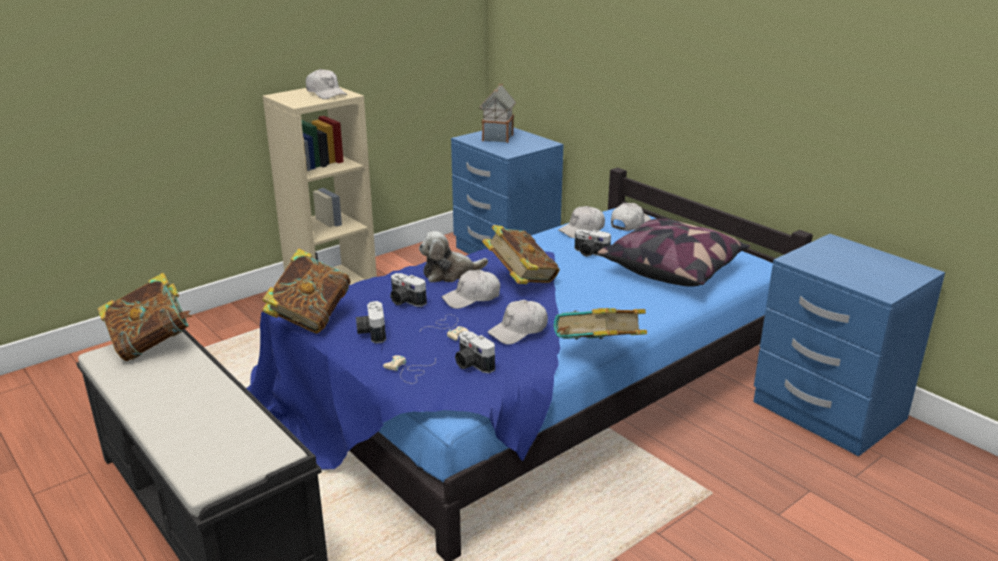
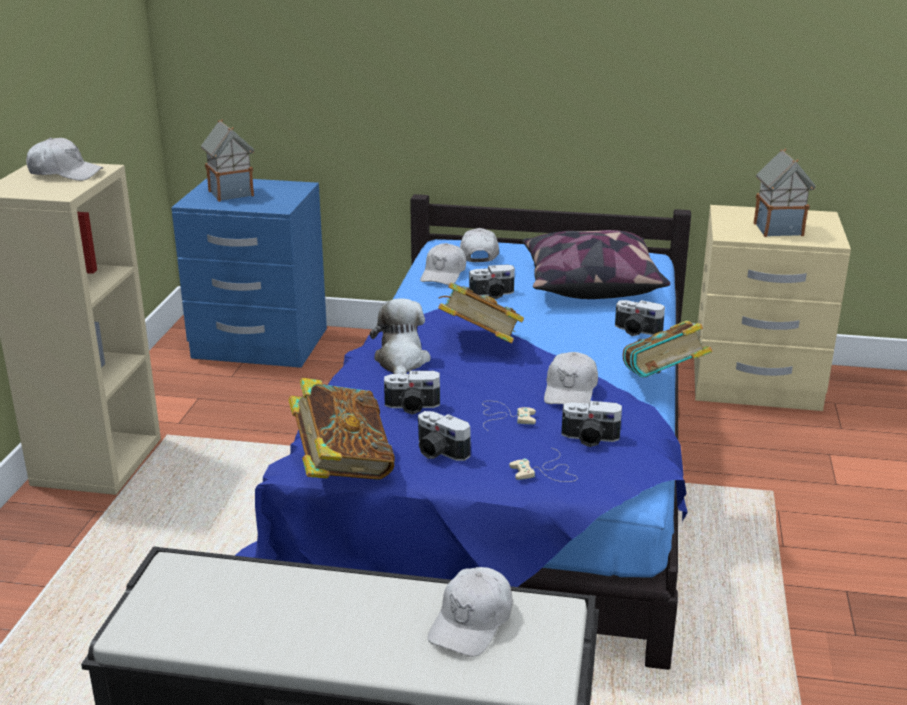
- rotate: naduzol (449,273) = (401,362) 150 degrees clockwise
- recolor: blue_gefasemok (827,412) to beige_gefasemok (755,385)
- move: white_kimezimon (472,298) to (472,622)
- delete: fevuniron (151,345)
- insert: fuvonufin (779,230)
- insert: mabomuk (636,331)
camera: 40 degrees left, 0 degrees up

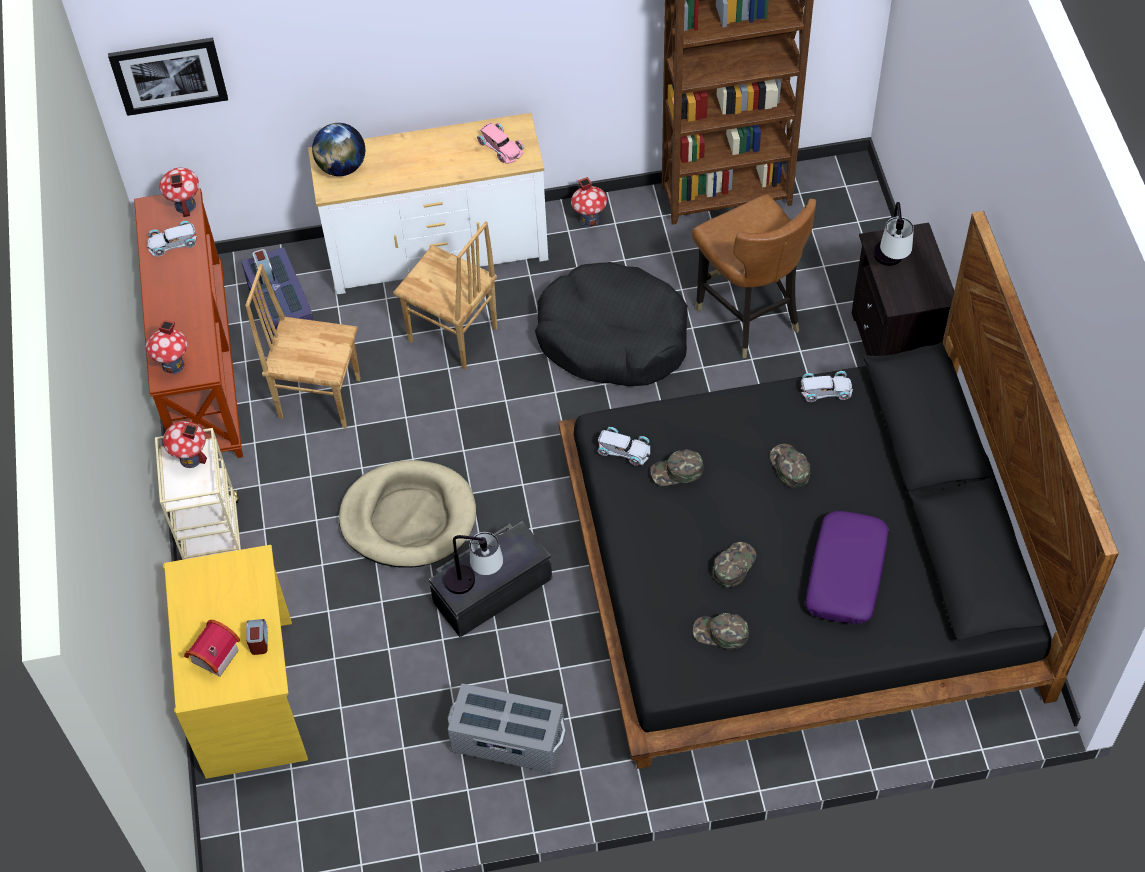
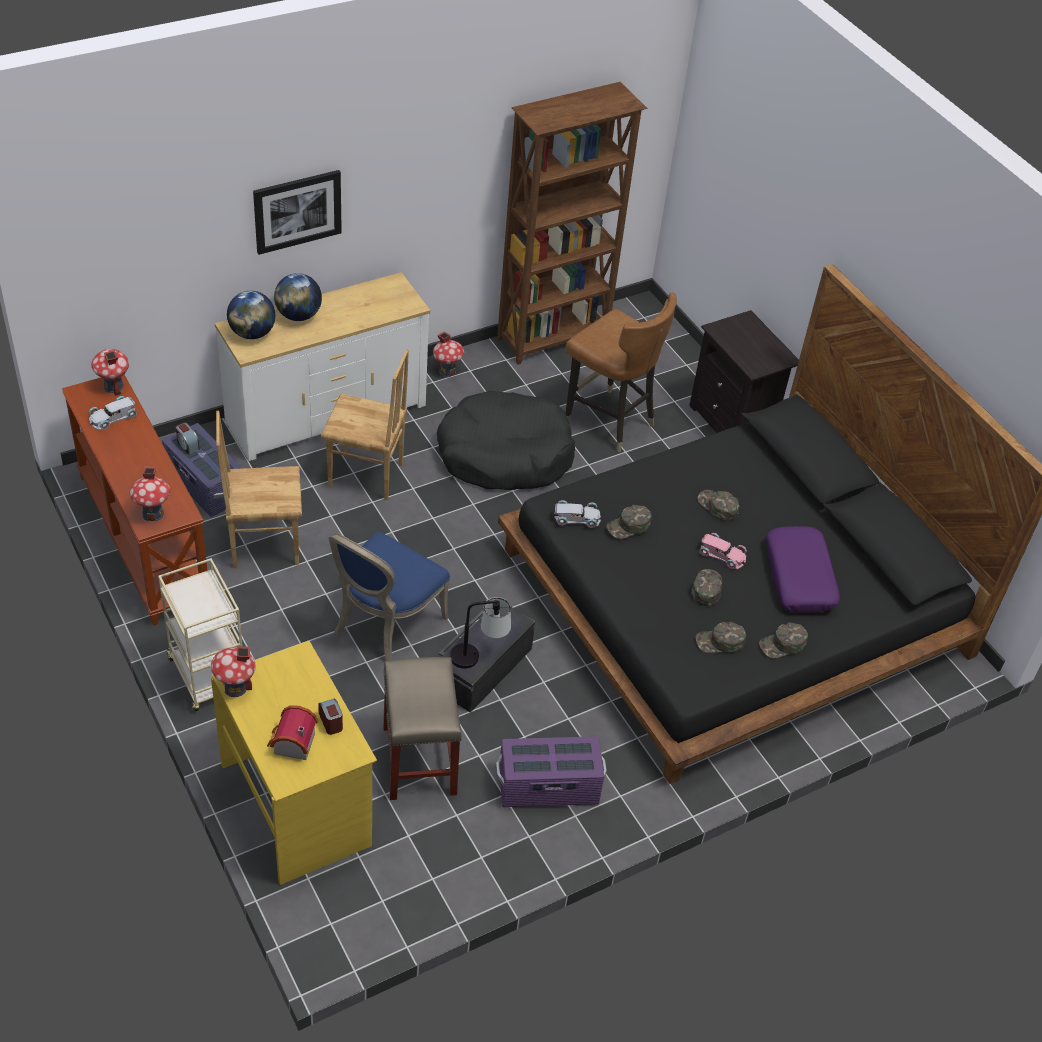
- move: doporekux (169,75) to (297,211)
- move: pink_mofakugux (500,147) to (722,555)
- delete: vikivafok (890,265)
- delete: white_mofakugux (826,390)
- move: fuvonufin (191,458) to (235,688)
- replace: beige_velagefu (408,517) to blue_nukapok (385,625)
- recolor: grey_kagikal (508,740) to purple_kagikal (548,787)
- insert: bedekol (298,315)
- insert: green_kimezimon (782,644)
- insert: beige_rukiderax (420,761)
camera: 25 degrees left, 10 degrees down

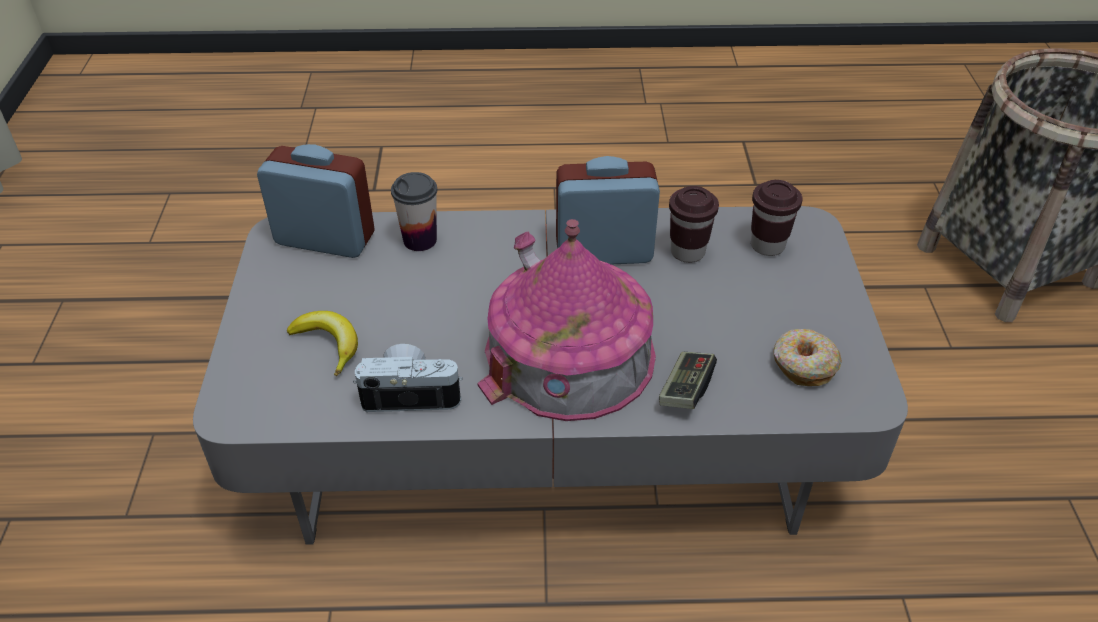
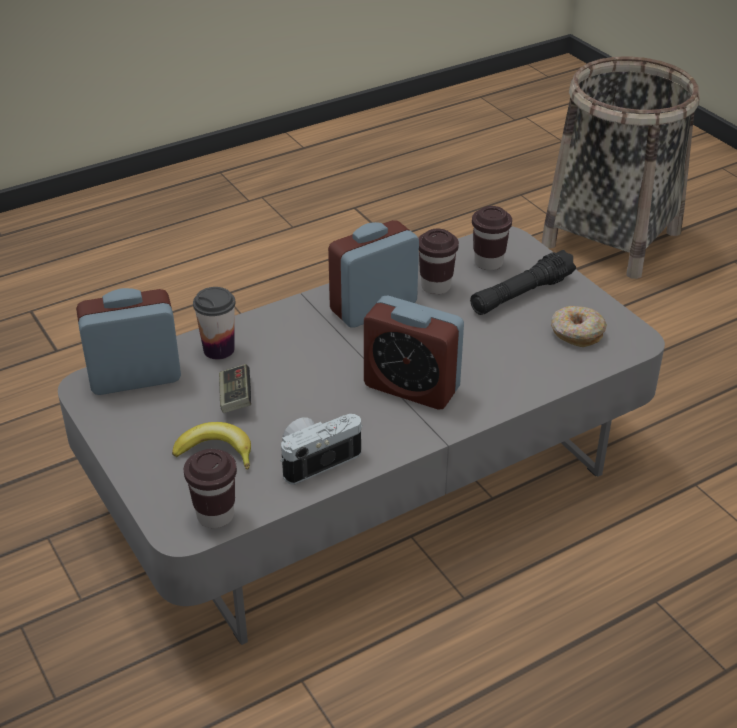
- replace: fuvonufin (569,354) to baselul (411,387)
- move: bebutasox (686,389) to (235,398)
- insert: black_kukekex (521,294)
- insert: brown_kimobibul (215,516)
camera: 30 degrees left, 5 degrees down

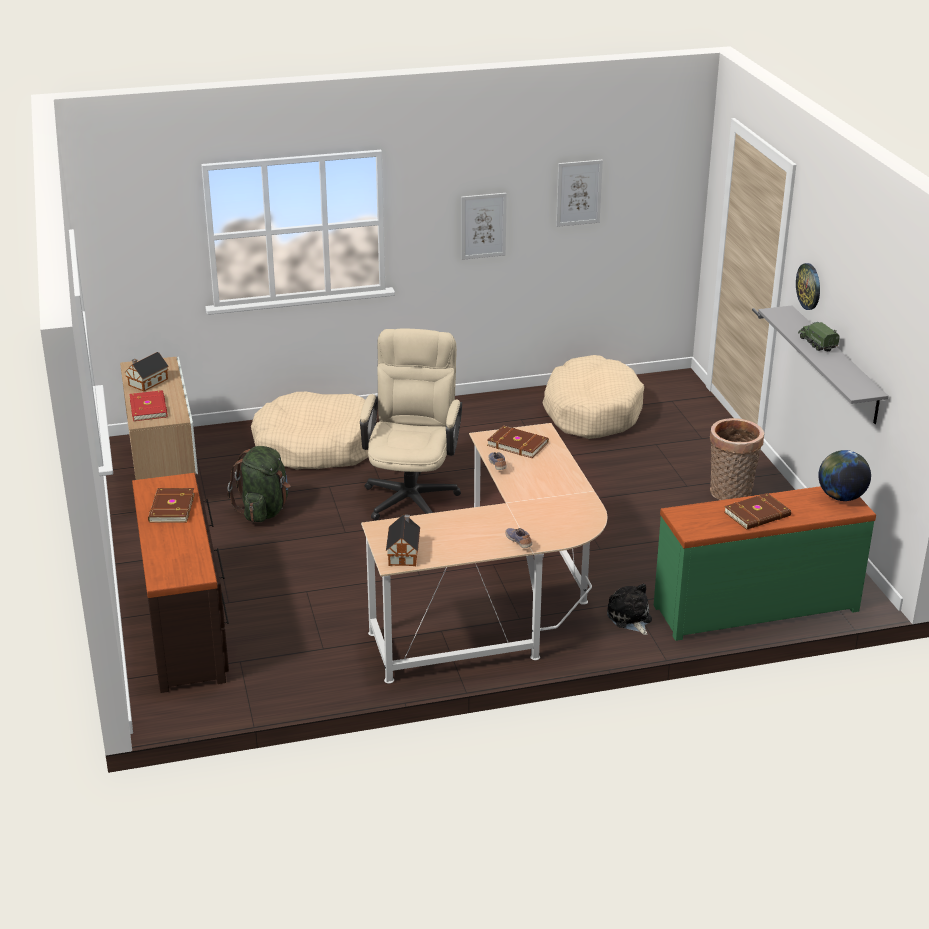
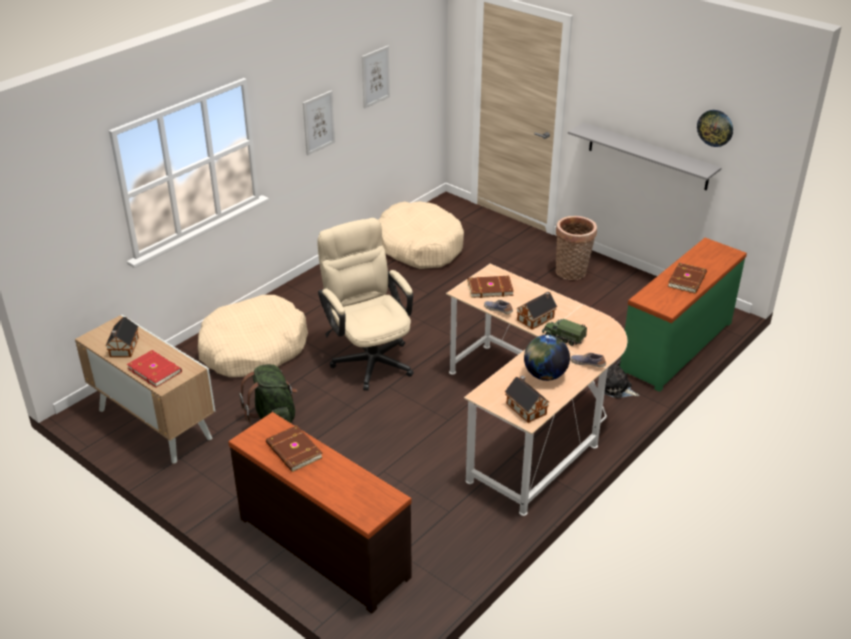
- move: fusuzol (809,286) to (715,128)
- move: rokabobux (817,343) to (563,337)
- move: bedekol (840,497) to (544,375)
- insert: fuvonufin (537,318)
camera: 35 degrees left, 5 degrees up

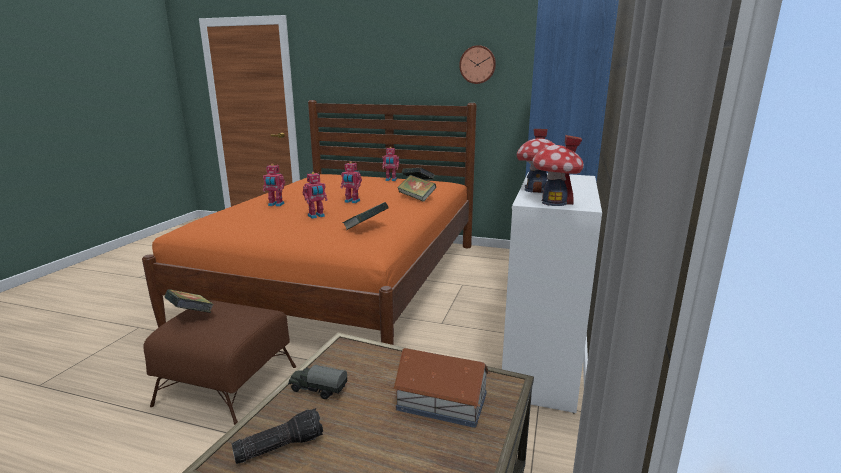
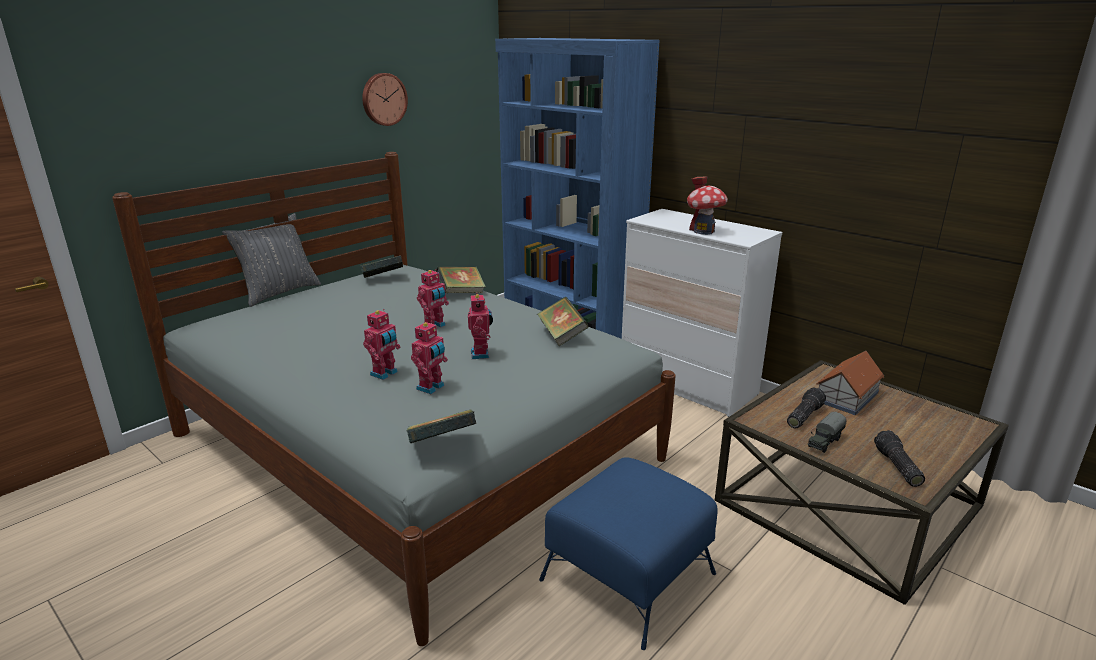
- recolor: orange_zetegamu (344,280) to grey_zetegamu (413,447)
- delete: fuvonufin (554,202)
- move: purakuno (391,180) to (431,388)
- move: fevuniron (191,315) to (443,444)
- recolor: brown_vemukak (228,385) to blue_vemukak (629,576)
- insert: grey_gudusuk (279,293)
- insert: kukekex (803,415)
camera: 65 degrees left, 5 degrees up

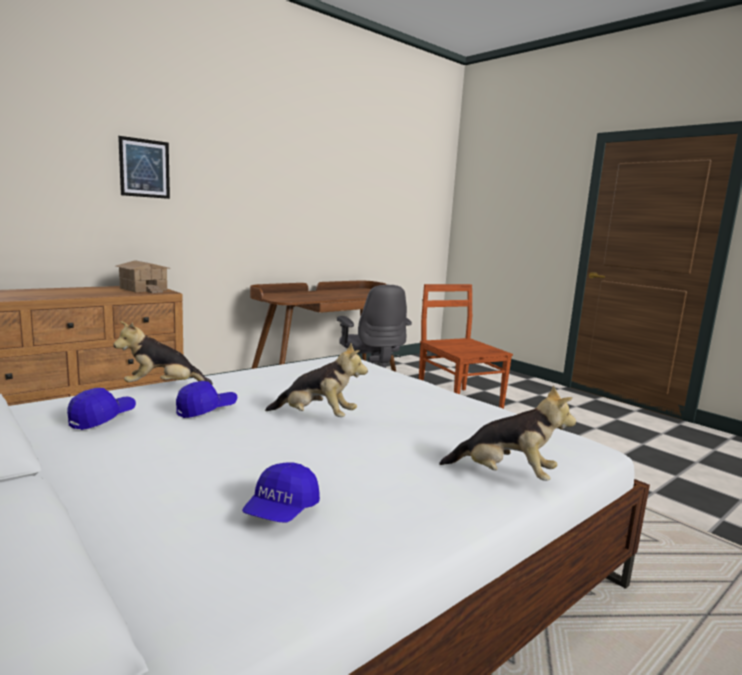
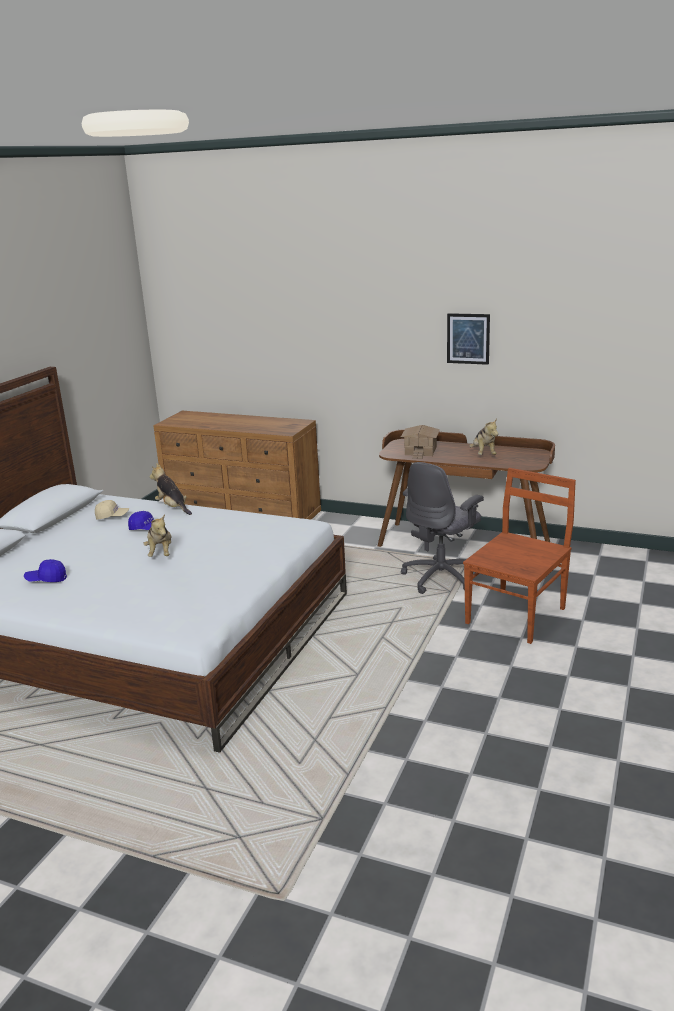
- move: doporekux (144,168) to (468,338)
- move: fuvonufin (144,289) to (421,451)
- move: naduzol (505,476) to (483,454)
- recolor: blue_kimezimon (102,419) to beige_kimezimon (112,516)
camera: 65 degrees right, 10 degrees up

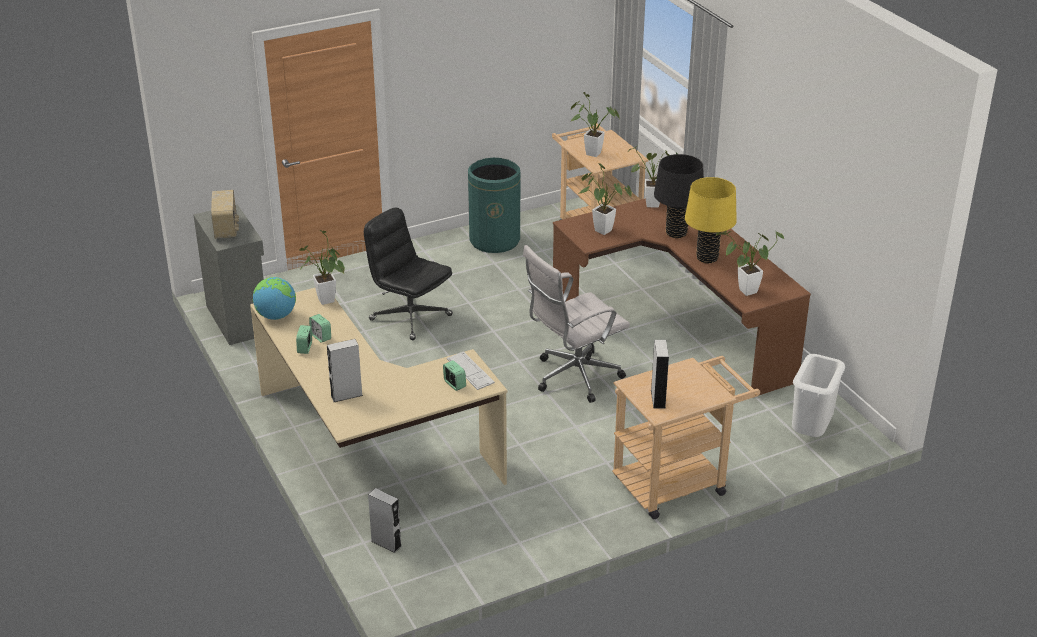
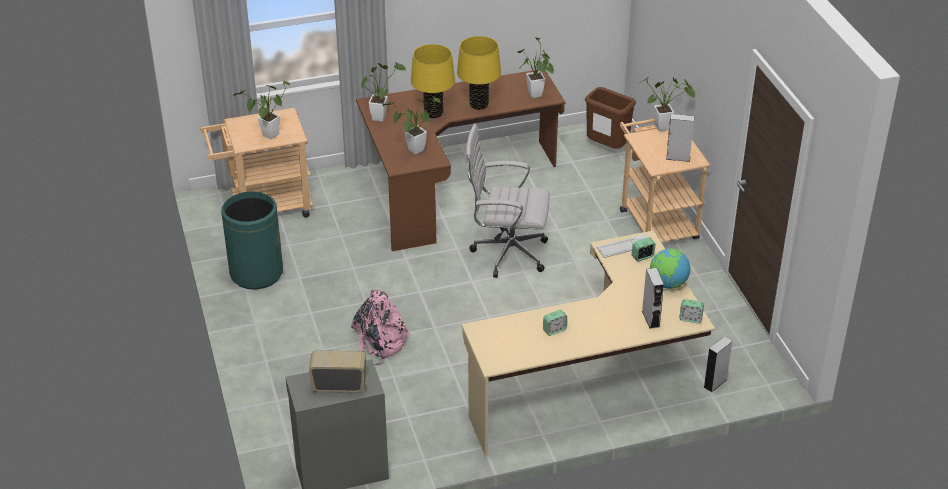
- recolor: black_vikivafok (676,233) to yellow_vikivafok (433,113)
- replace: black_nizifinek (409,317) to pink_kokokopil (379,343)
- move: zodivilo (327,302) to (665,127)
- rotate: white_nizifinek (573,377) = (506,253) 120 degrees clockwise
- move: bedekol (276,316) to (668,284)
- move: baselul (305,348) to (690,318)
- recolor: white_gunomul (810,433) to brown_gunomul (606,148)
camera: 80 degrees left, 5 degrees up

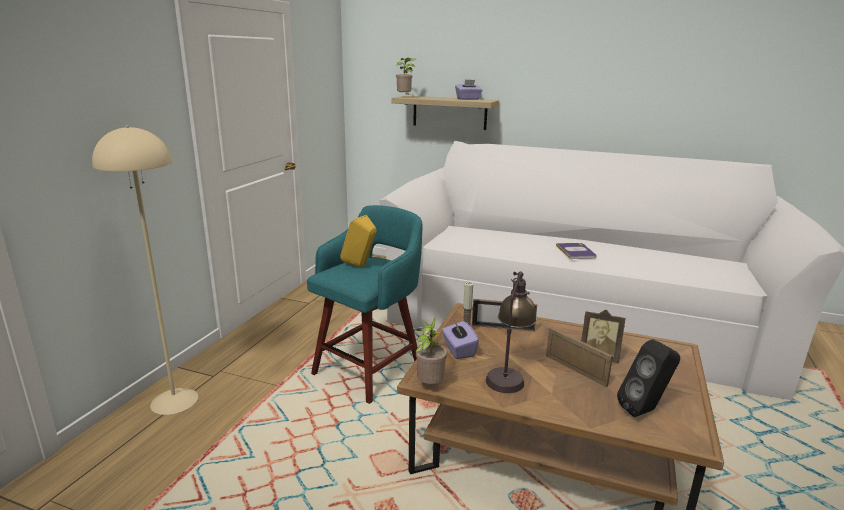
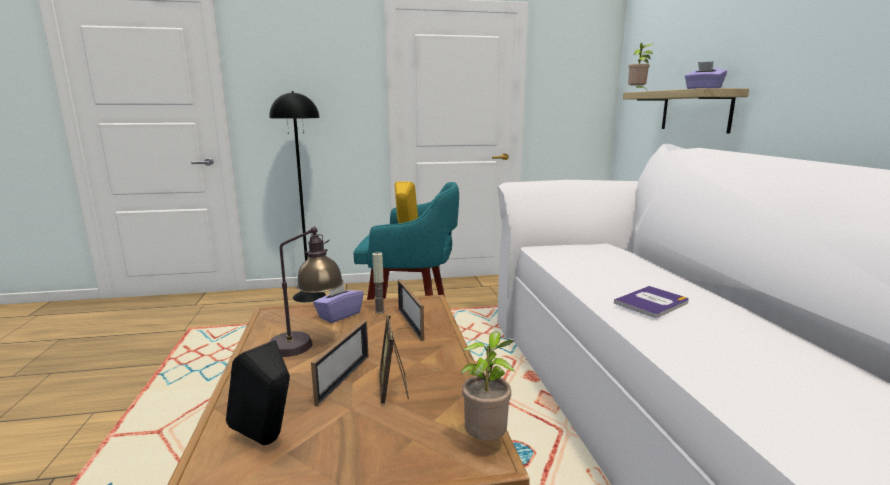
- recolor: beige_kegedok (175,401) to black_kegedok (309,296)
- move: zodivilo (429,385) to (486,441)
camera: 60 degrees right, 5 degrees down

